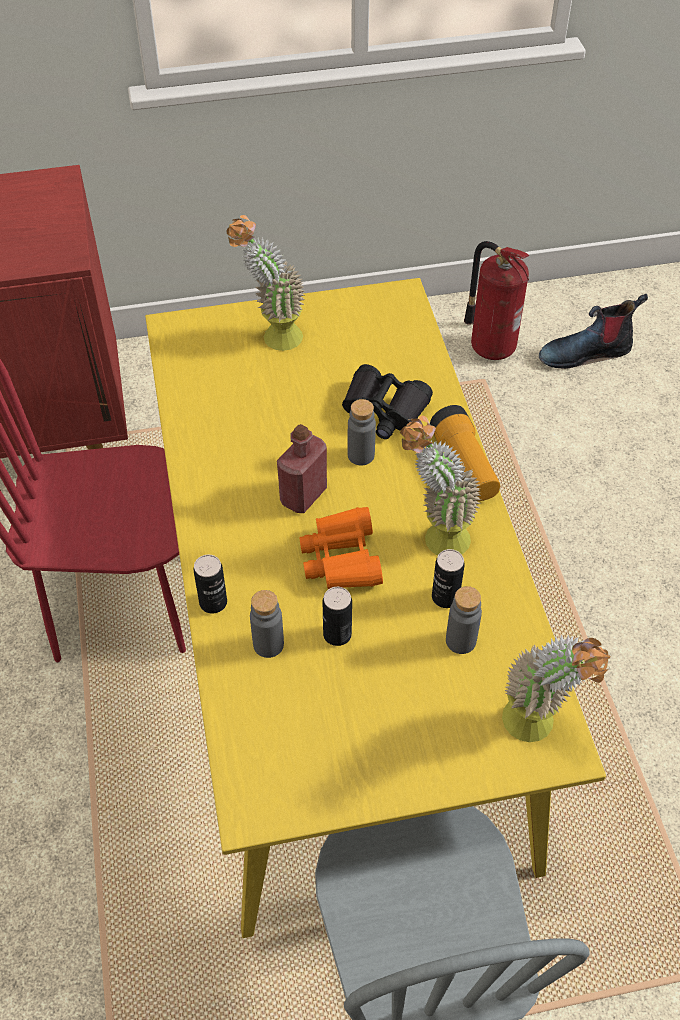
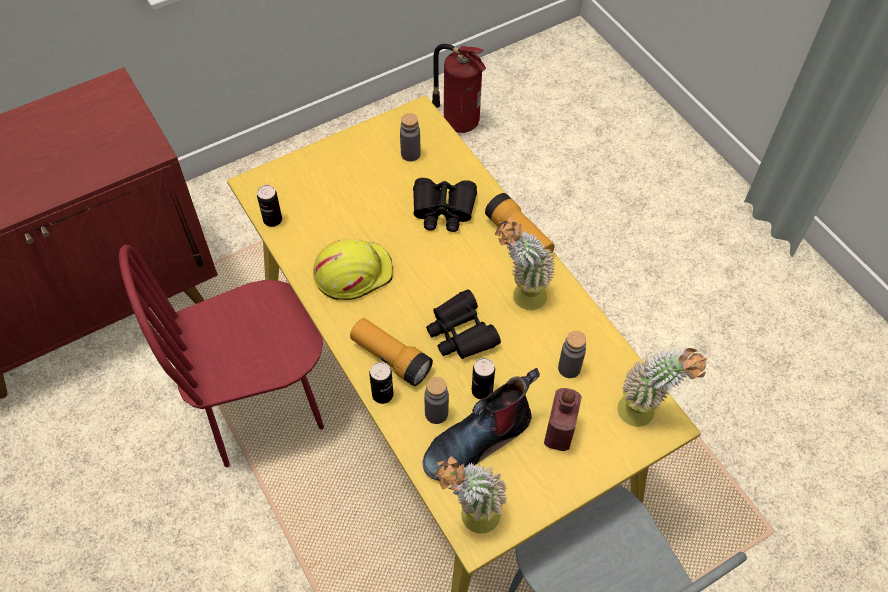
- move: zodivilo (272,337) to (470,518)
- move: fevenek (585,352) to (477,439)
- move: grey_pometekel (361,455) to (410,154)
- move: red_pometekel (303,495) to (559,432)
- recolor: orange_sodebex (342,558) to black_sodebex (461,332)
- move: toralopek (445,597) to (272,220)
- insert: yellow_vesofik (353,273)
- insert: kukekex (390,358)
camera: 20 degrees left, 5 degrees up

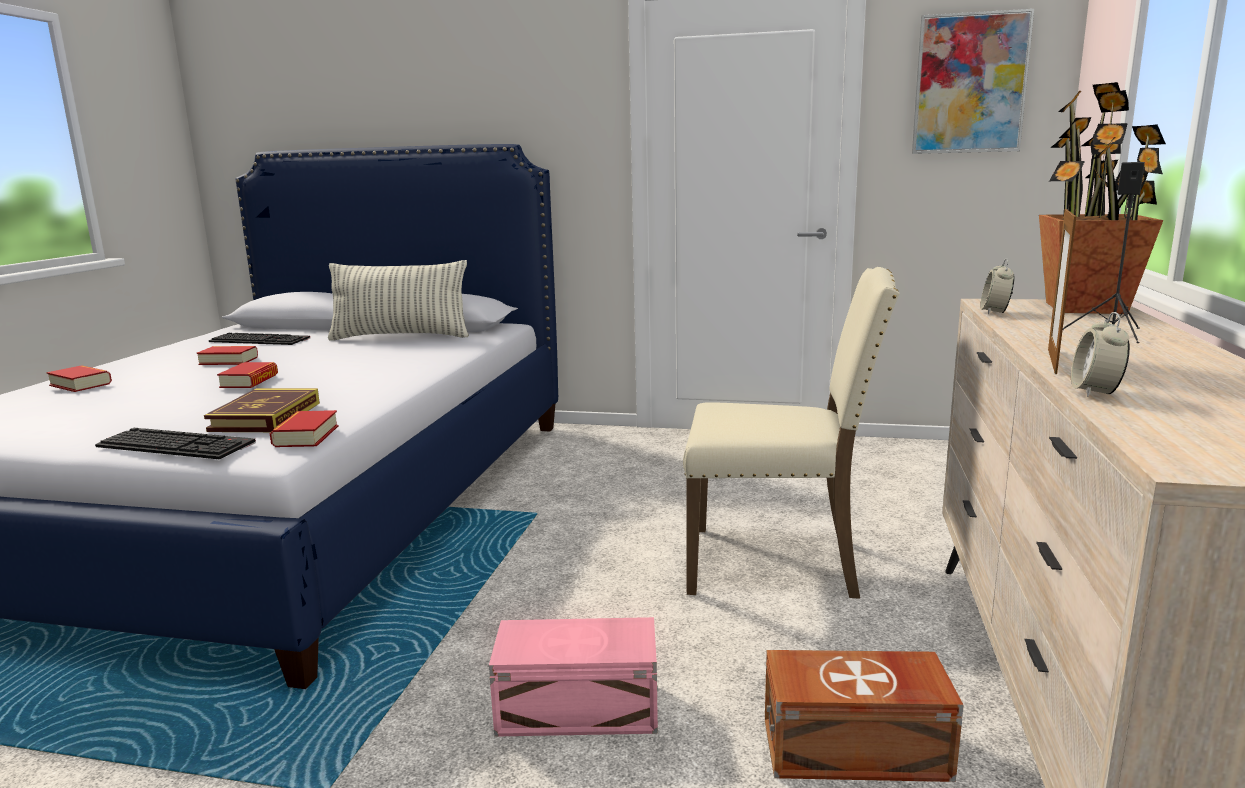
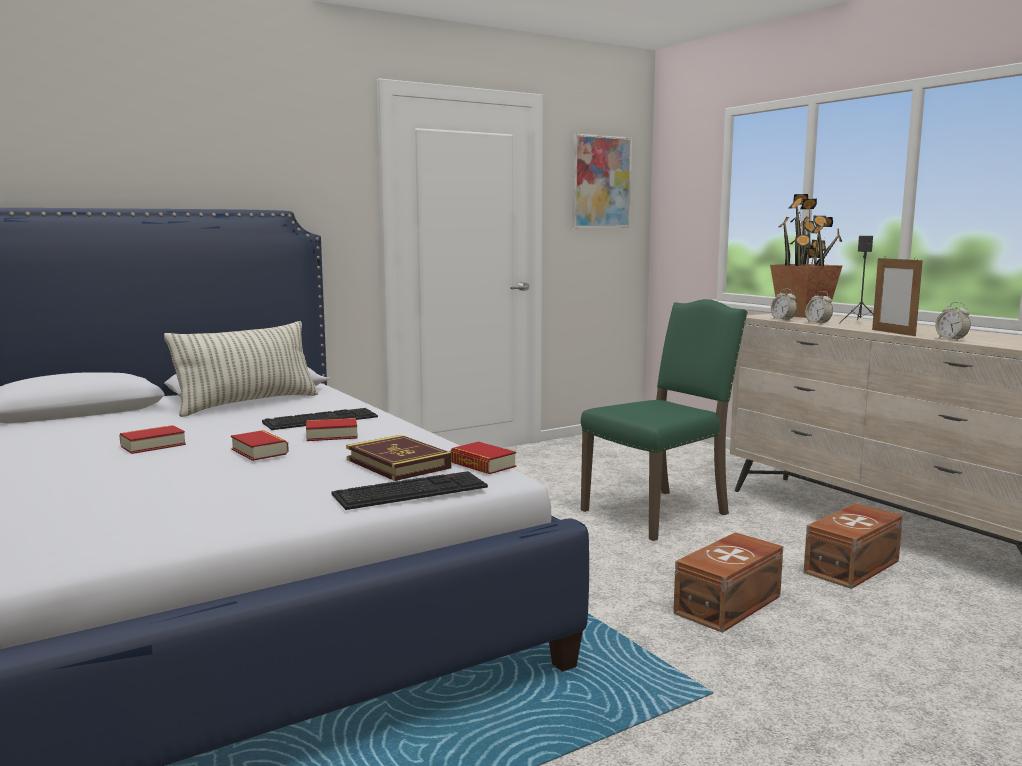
- recolor: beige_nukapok (777,563) to green_nukapok (659,512)
- move: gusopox (261,340) to (321,419)
- move: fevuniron (80,384) to (332,435)
- recolor: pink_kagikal (580,710) to brown_kagikal (730,605)
- insert: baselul (818,323)
camera: 45 degrees left, 5 degrees down

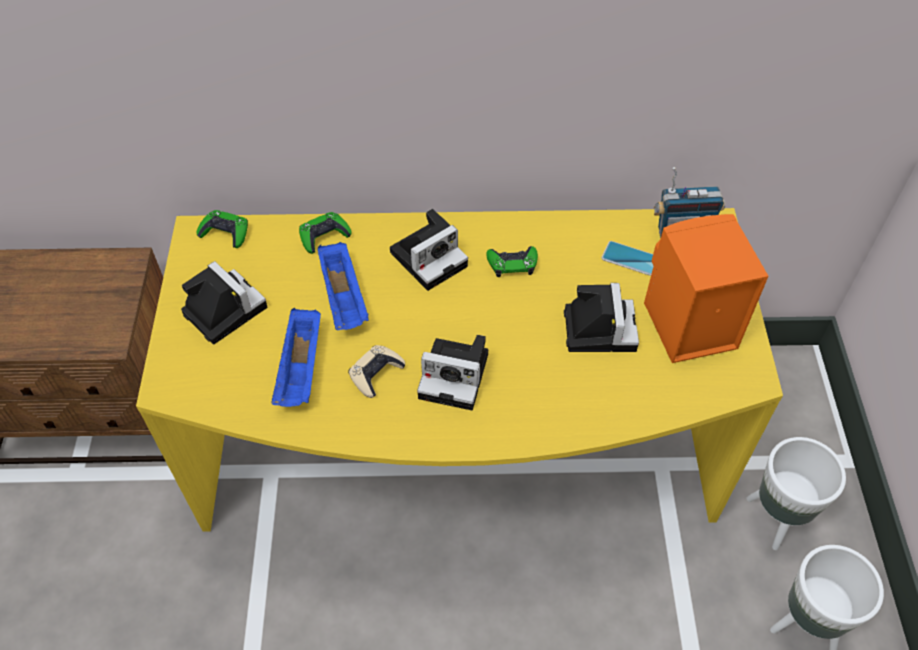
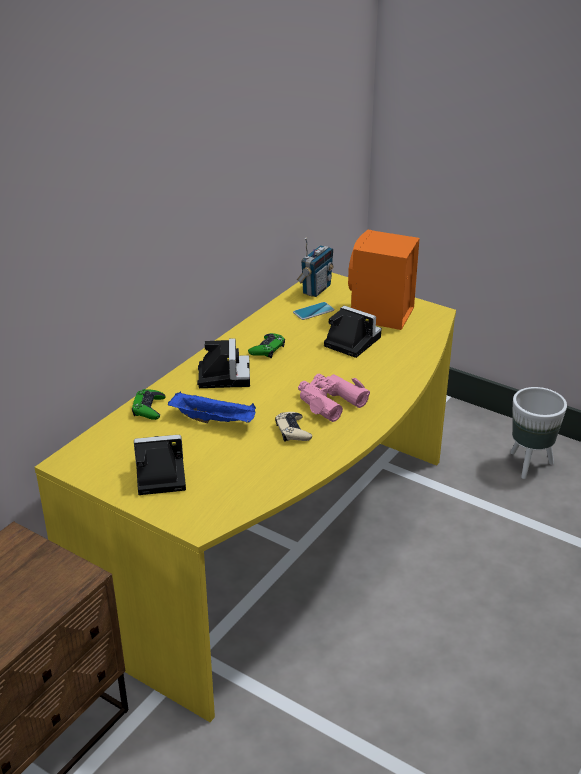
- delete: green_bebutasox (225,233)
- delete: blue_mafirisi (301,369)
- replace: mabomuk (457,375) to pink_sodebex (329,402)
- delete: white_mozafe (776,519)
camera: 55 degrees left, 20 degrees down

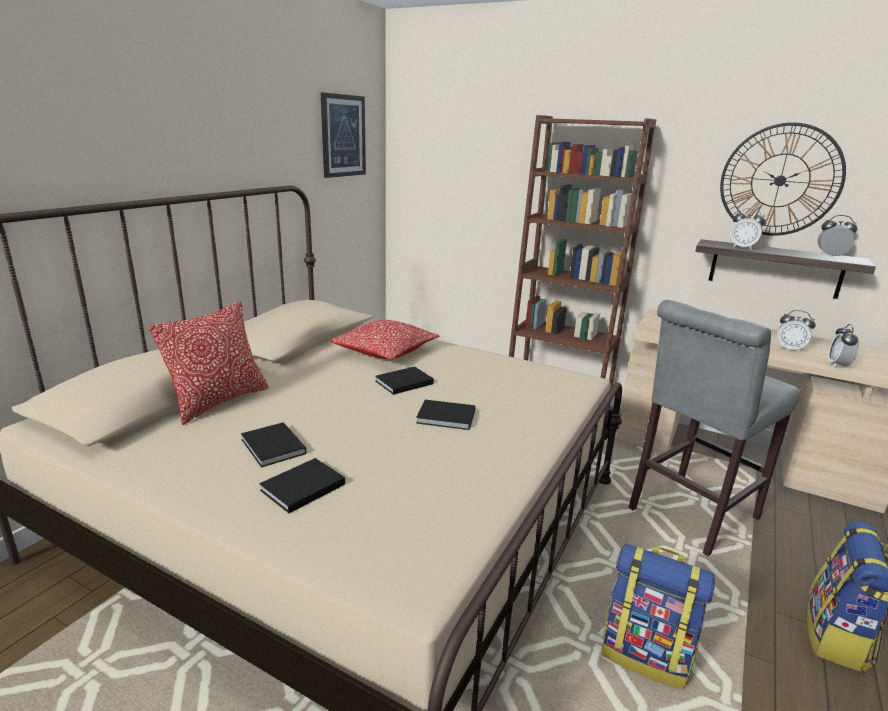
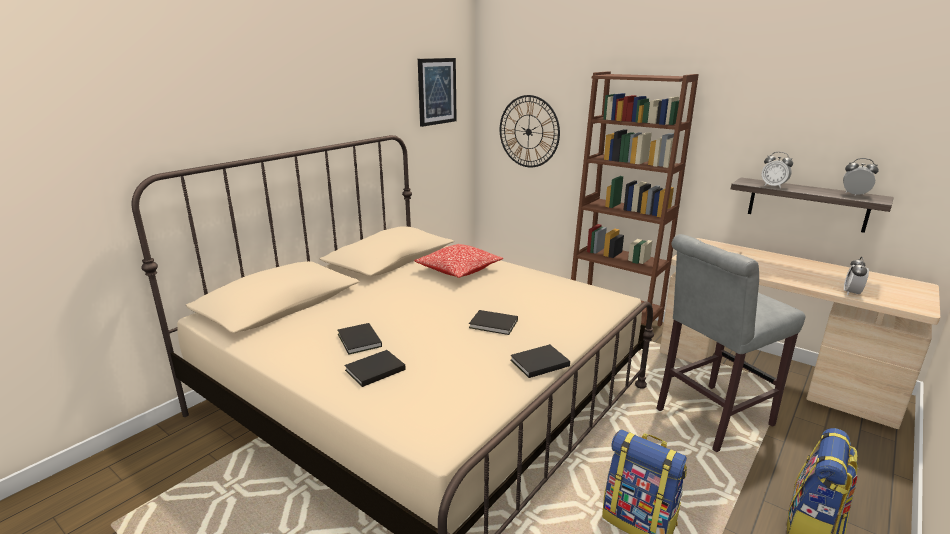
- move: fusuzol (780,180) to (528,131)
- delete: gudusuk (219,401)
- delete: baselul (789,349)
- move: black_fevuniron (402,382) to (538,363)
camera: 10 degrees right, 0 degrees up

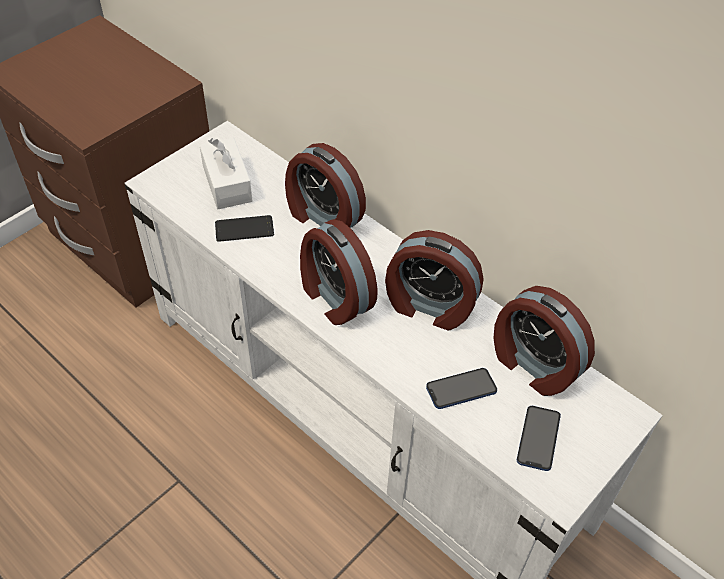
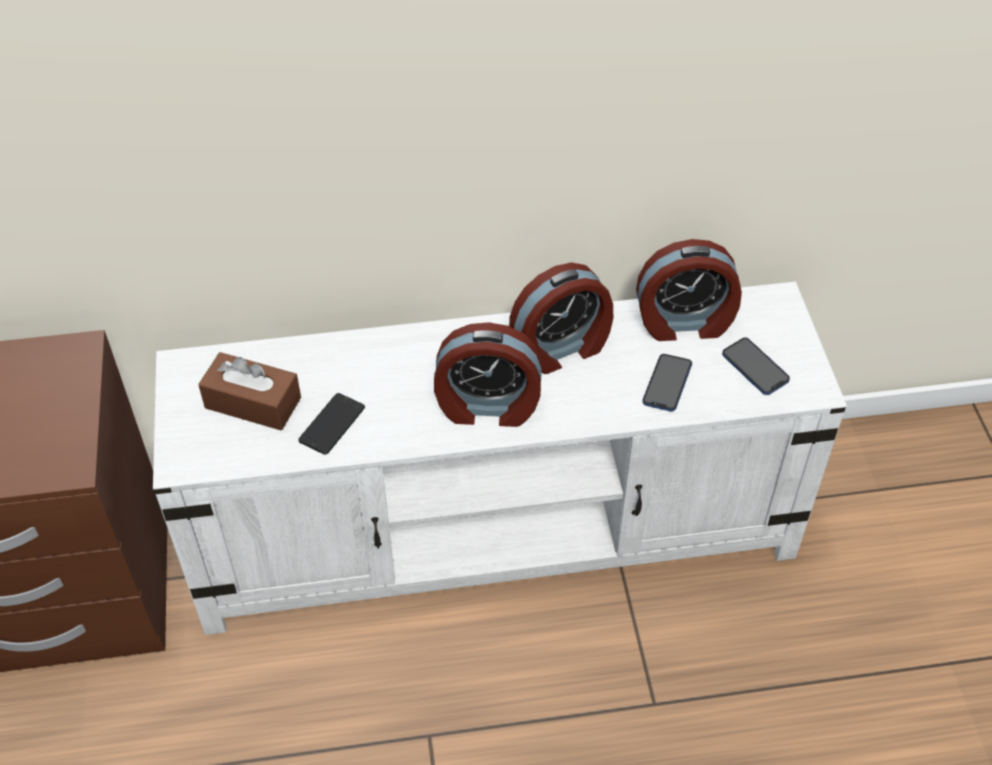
- recolor: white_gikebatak (227,183) to brown_gikebatak (253,403)
- delete: baselul (322,218)
camera: 50 degrees left, 0 degrees up

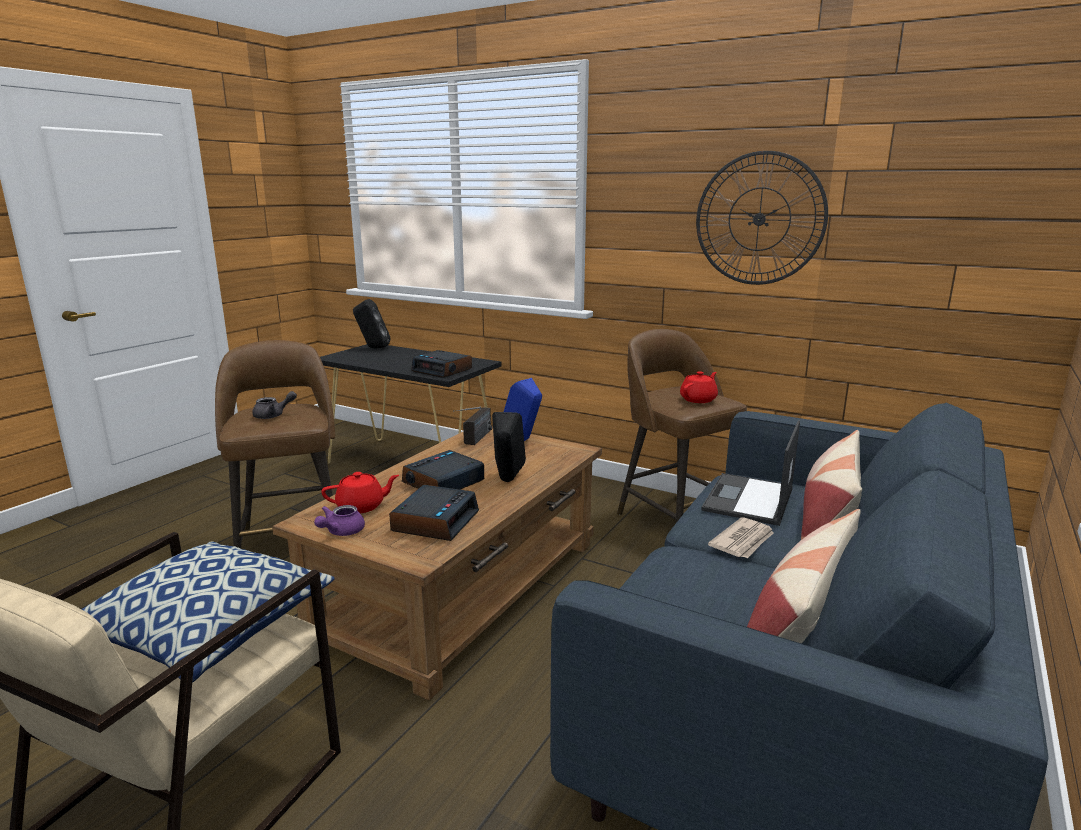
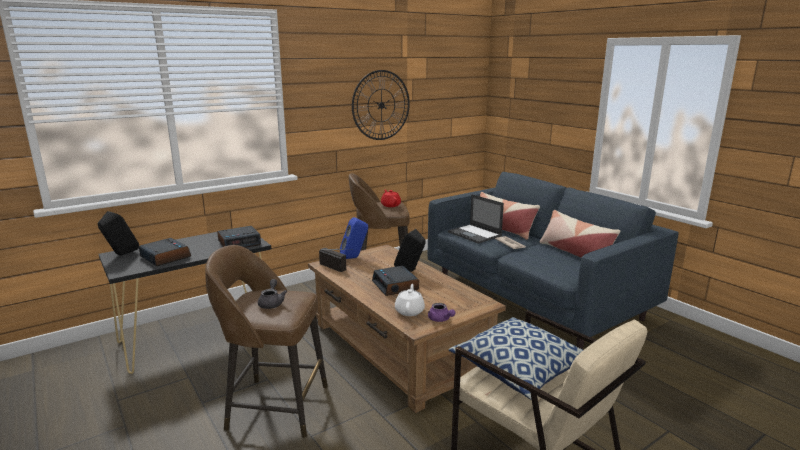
- recolor: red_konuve (361,506) to white_konuve (409,311)
- move: baselul (435,521) to (165,257)
camera: 65 degrees left, 0 degrees up

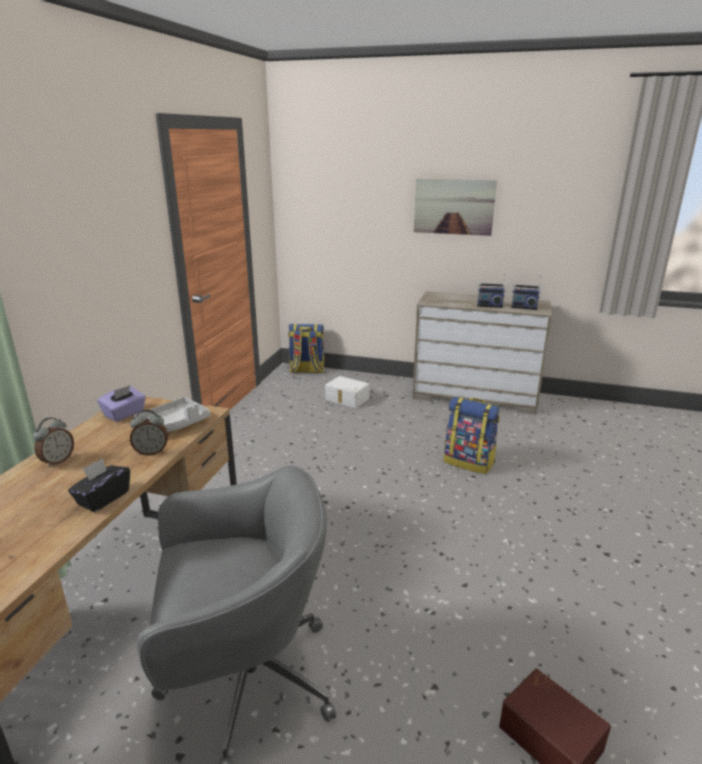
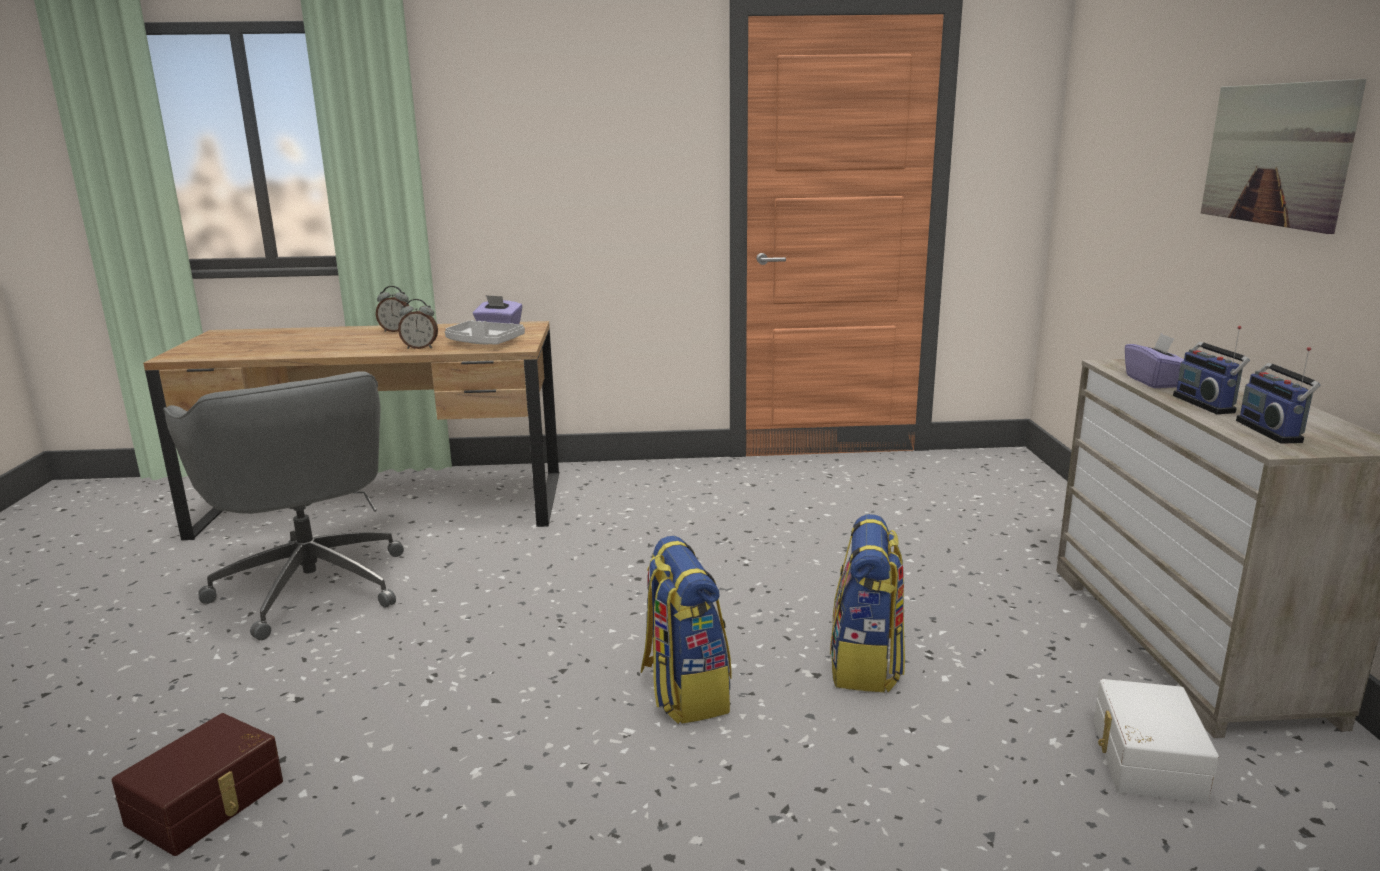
- move: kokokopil (306,370) to (684,691)
- move: white_kagikal (346,399) to (1144,759)
- rotate: baselul (152,452) = (420,348) 60 degrees counterclockwise
- delete: black_gikebatak (103,498)
- insert: purple_gikebatak (1154,382)
camera: 70 degrees right, 5 degrees down

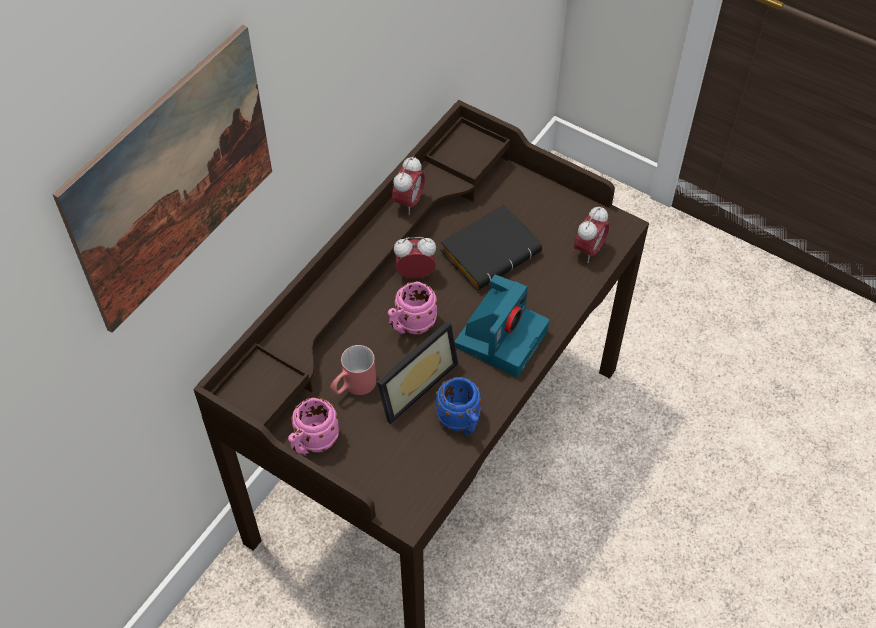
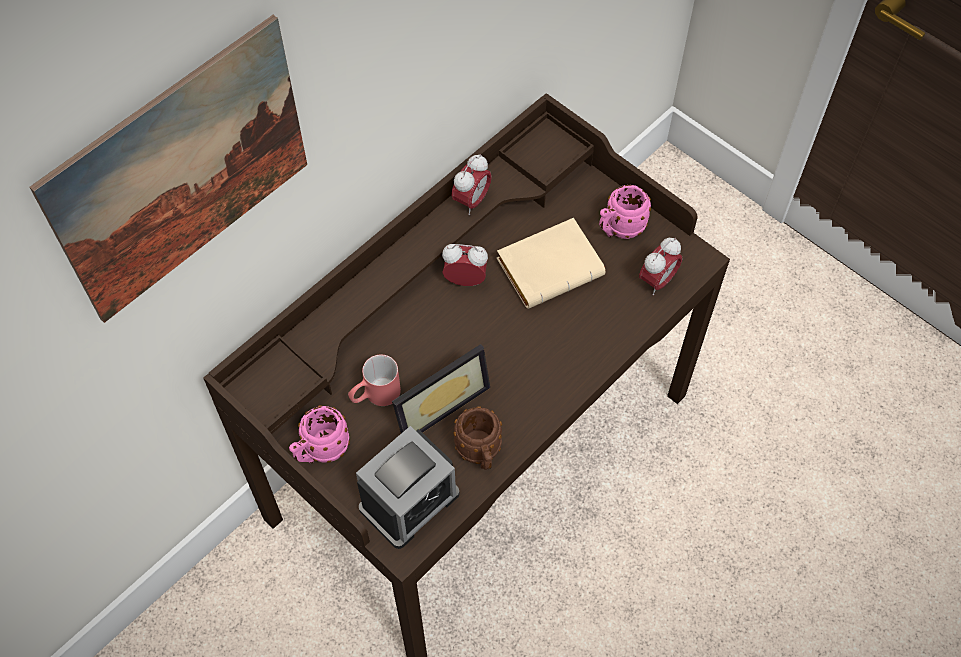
- recolor: black_fevuniron (490,250) to beige_fevuniron (551,265)
- delete: mabomuk (501,336)
- move: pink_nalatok (410,325) to (619,229)
- recolor: blue_nalatok (461,423) to brown_nalatok (480,454)
- insert: baselul (409,501)
camera: 10 degrees right, 5 degrees up

